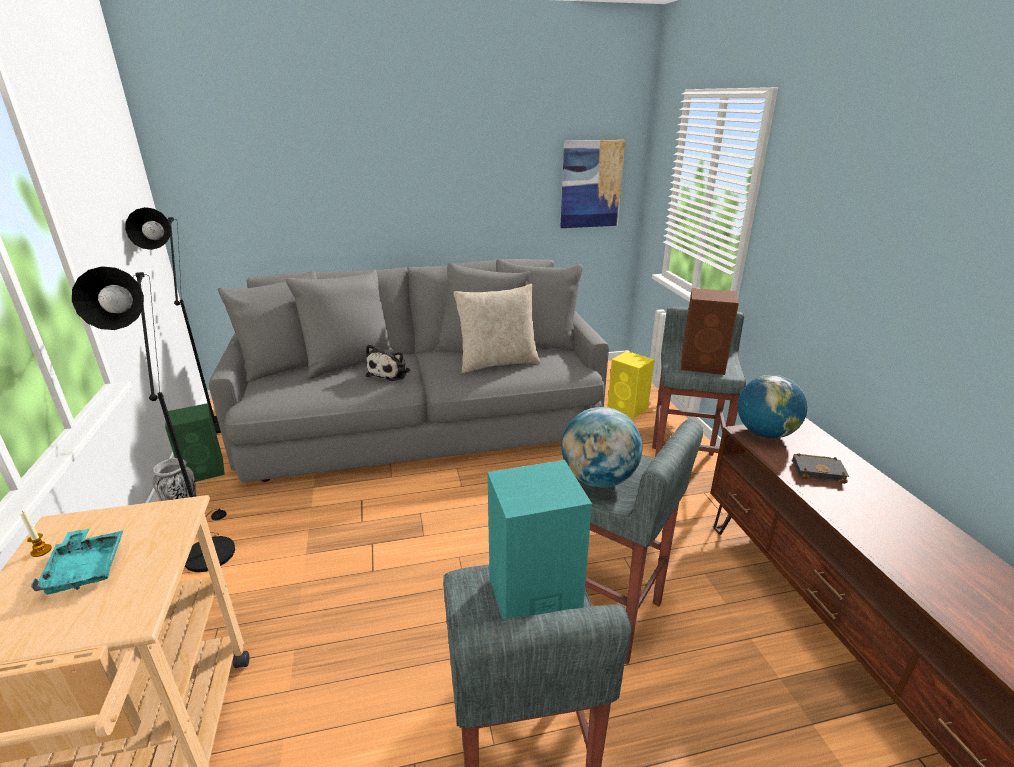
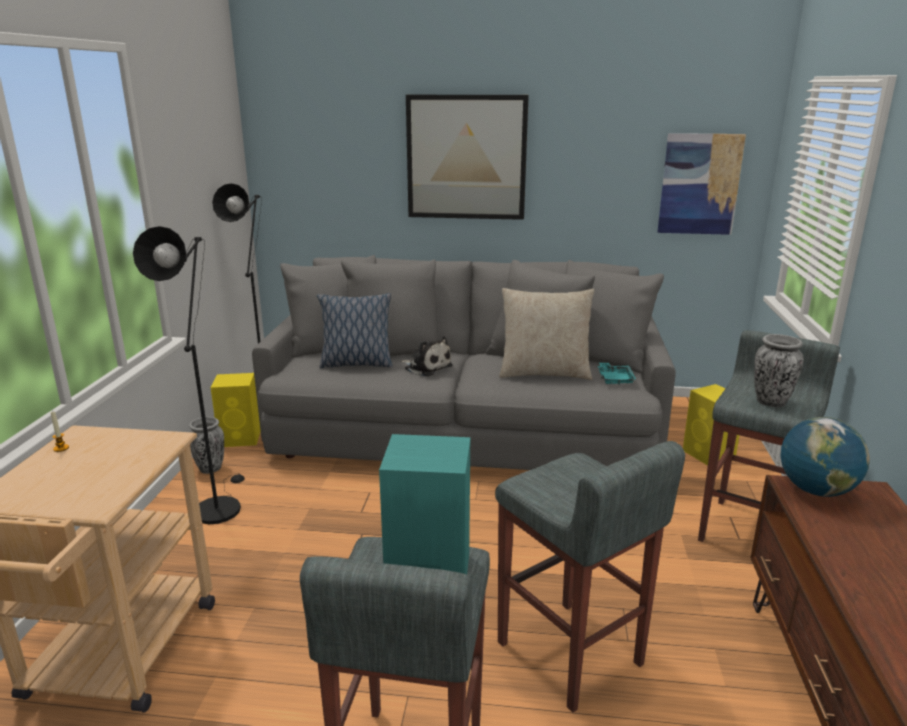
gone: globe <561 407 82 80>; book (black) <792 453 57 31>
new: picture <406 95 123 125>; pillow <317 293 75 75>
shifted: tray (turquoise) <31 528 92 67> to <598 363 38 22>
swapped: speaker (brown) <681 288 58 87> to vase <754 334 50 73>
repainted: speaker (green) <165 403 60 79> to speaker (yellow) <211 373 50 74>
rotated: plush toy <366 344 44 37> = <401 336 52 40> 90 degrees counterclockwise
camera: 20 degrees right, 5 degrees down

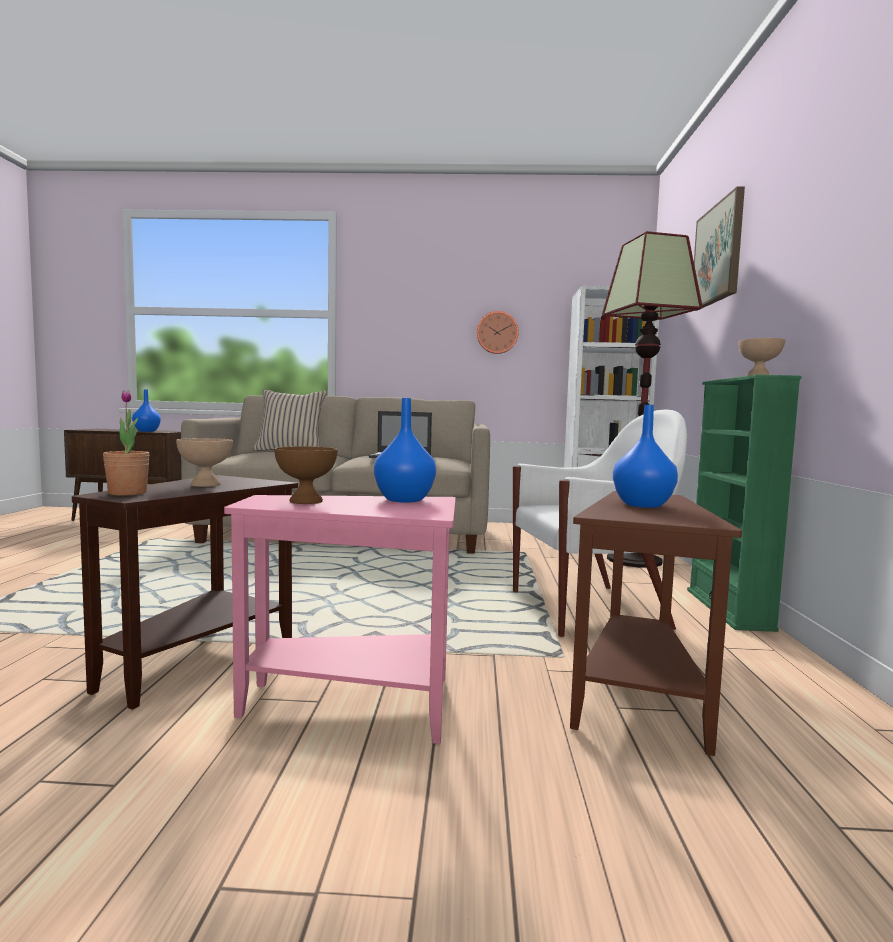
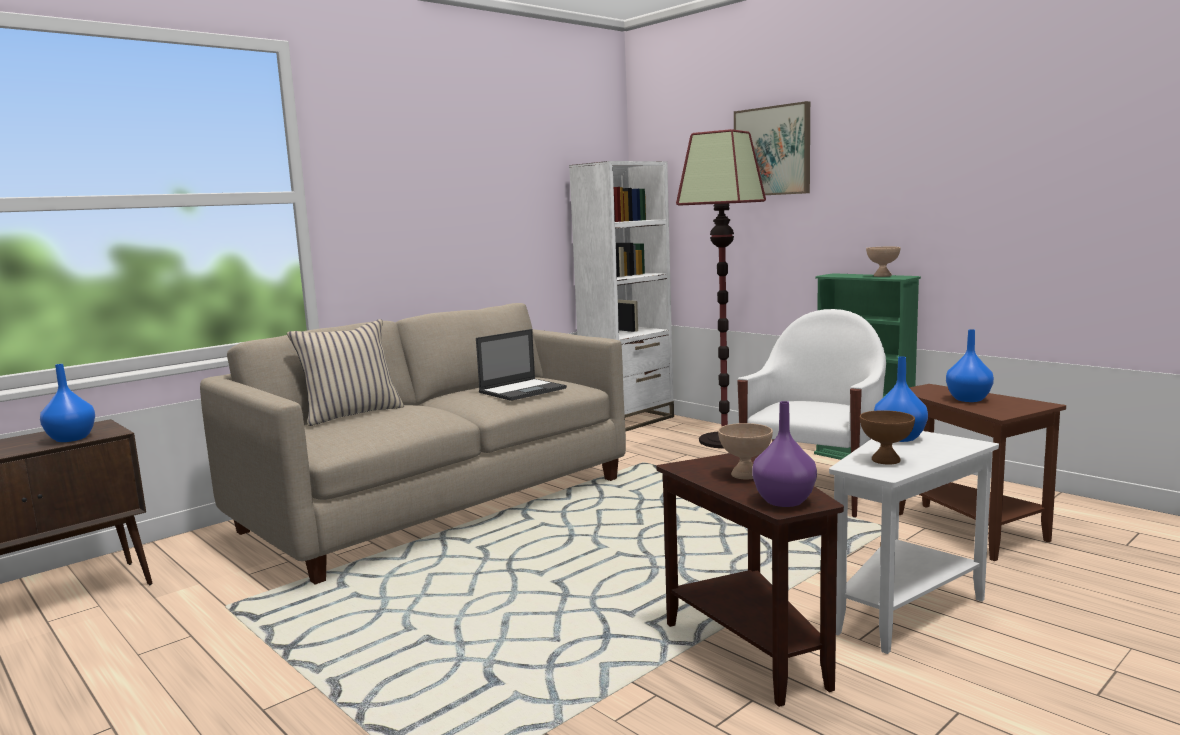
gone: wall clock <477 311 42 43>
swapped: potted plant <103 390 47 106> to vase (purple) <752 401 65 106>
repainted: side table (pink) <224 495 232 249> to side table (white) <829 431 170 223>
camera: 45 degrees left, 5 degrees up

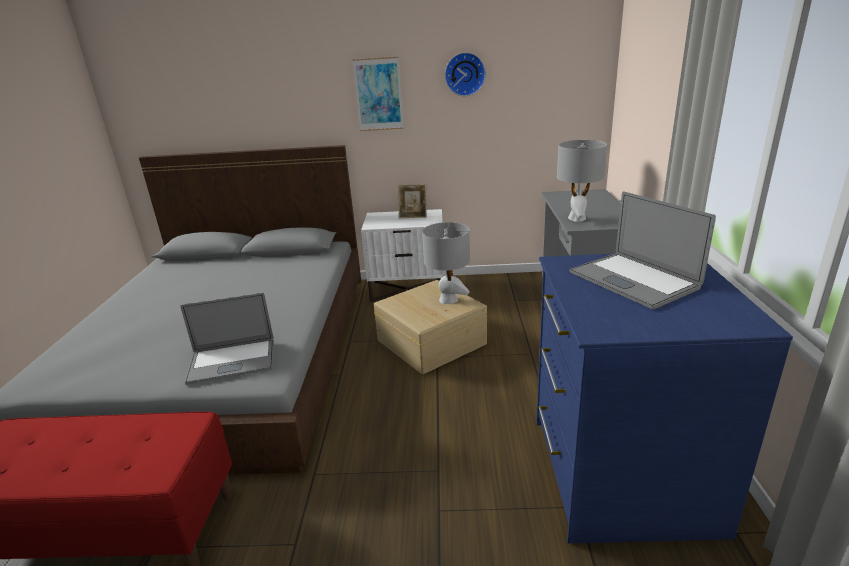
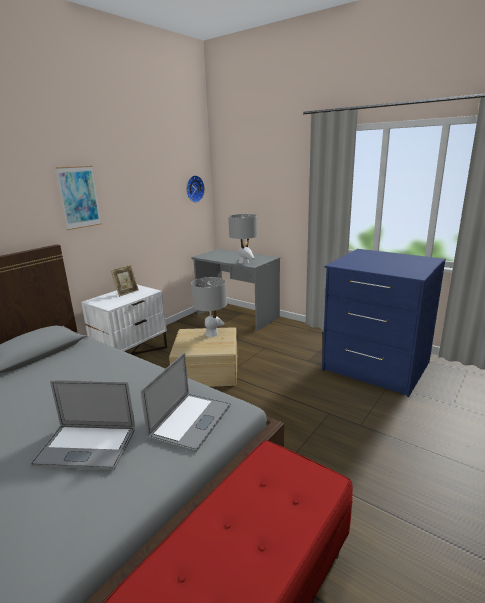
shifted: wall clock <445 52 41 44> to <186 175 19 28>; laptop <569 191 147 118> to <30 380 105 90>
camera: 55 degrees left, 5 degrees down

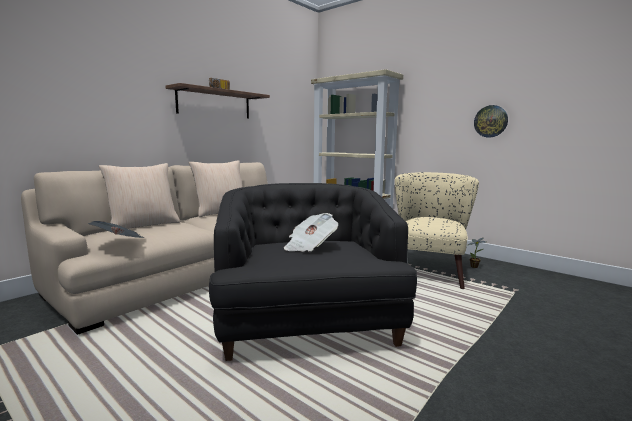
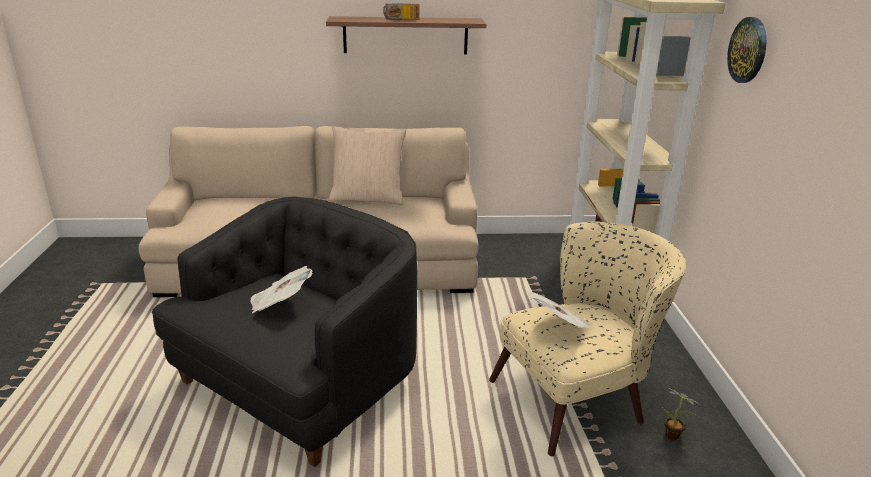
gone: pillow (beige) <99 163 81 66>
shifted: wall clock <474 105 34 32> to <727 17 39 66>; newspaper <88 221 56 17> to <528 292 66 37>
camera: 45 degrees right, 15 degrees up

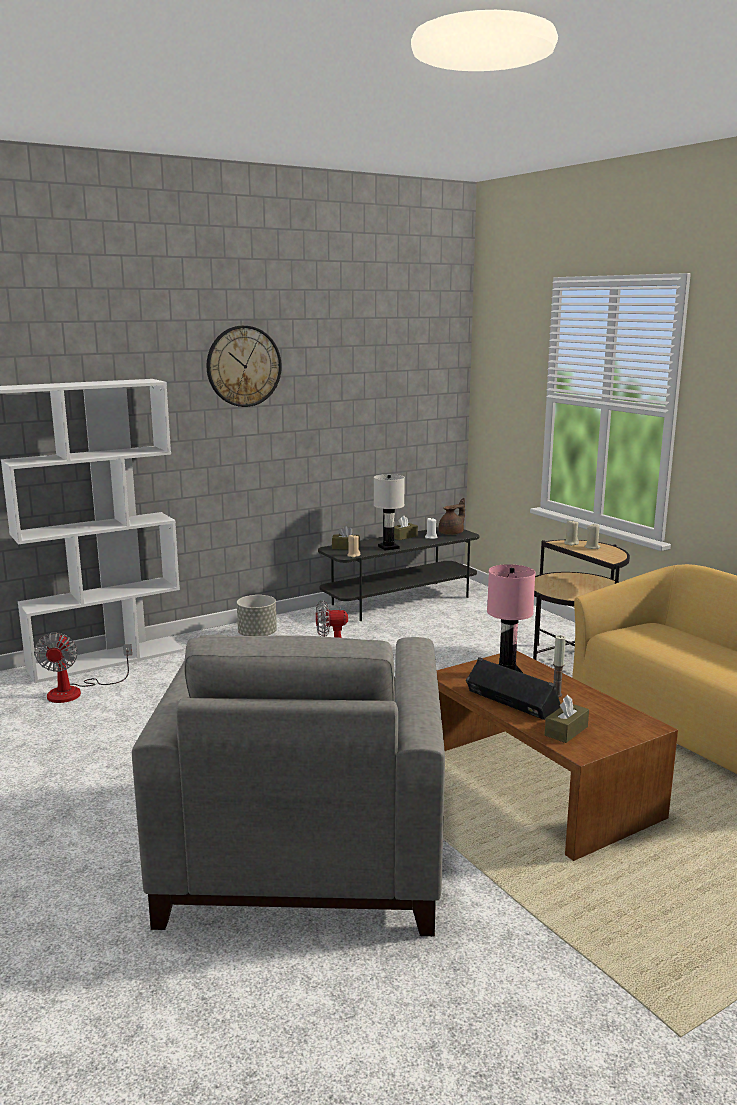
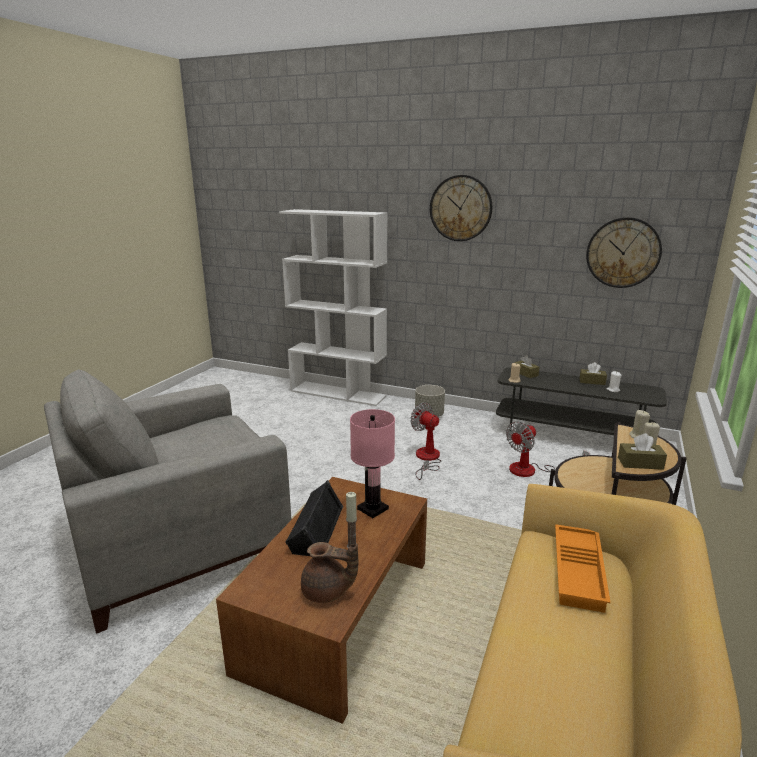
gone: table lamp (white) <374 474 31 77>
new: wall clock <586 217 76 71>; tray (orange) <555 524 55 89>
shifted: teapot (brown) <439 498 26 37> to <301 542 57 61>; fan <34 633 98 70> to <506 421 83 56>; tissue box (brown) <545 695 44 48> to <618 433 49 37>
camera: 55 degrees right, 5 degrees up

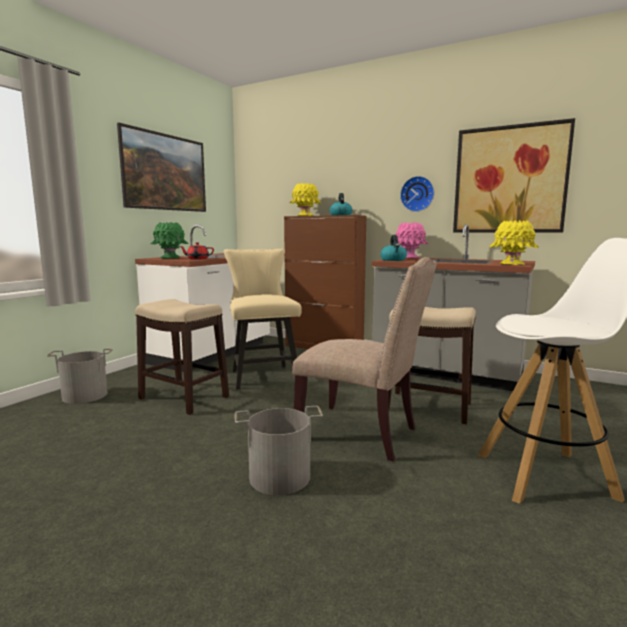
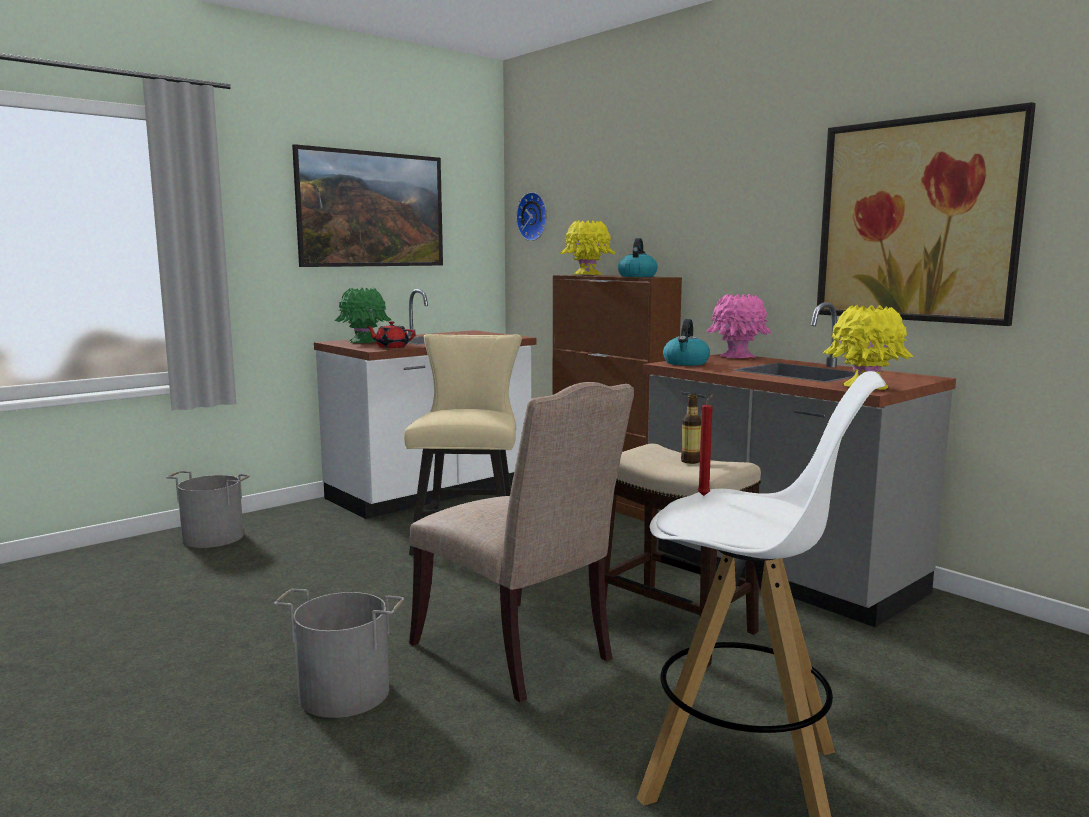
gone: stool <135 299 94 116>
new: bottle <681 393 20 71>; candle (red) <698 394 16 102>
shifted: wall clock <400 176 34 36> to <516 192 31 49>
camera: 20 degrees right, 0 degrees up

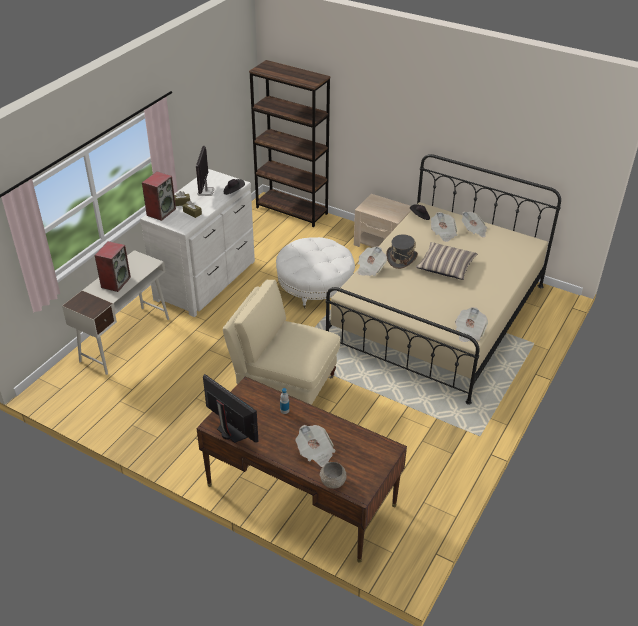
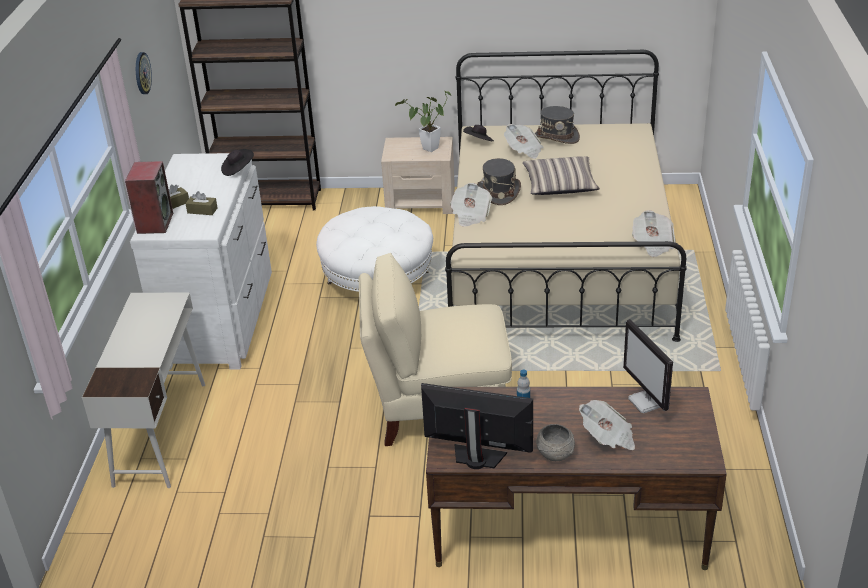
gone: speaker <94 241 37 51>
new: wall clock <136 52 16 42>; potted plant <395 91 56 61>
shifted: monitor <196 146 18 50> to <623 319 50 94>; bowl (grey) <320 462 26 27> to <536 424 39 37>
swapped: newspaper <462 212 26 26> to hat (grey) <535 106 45 38>
camera: 25 degrees left, 5 degrees down

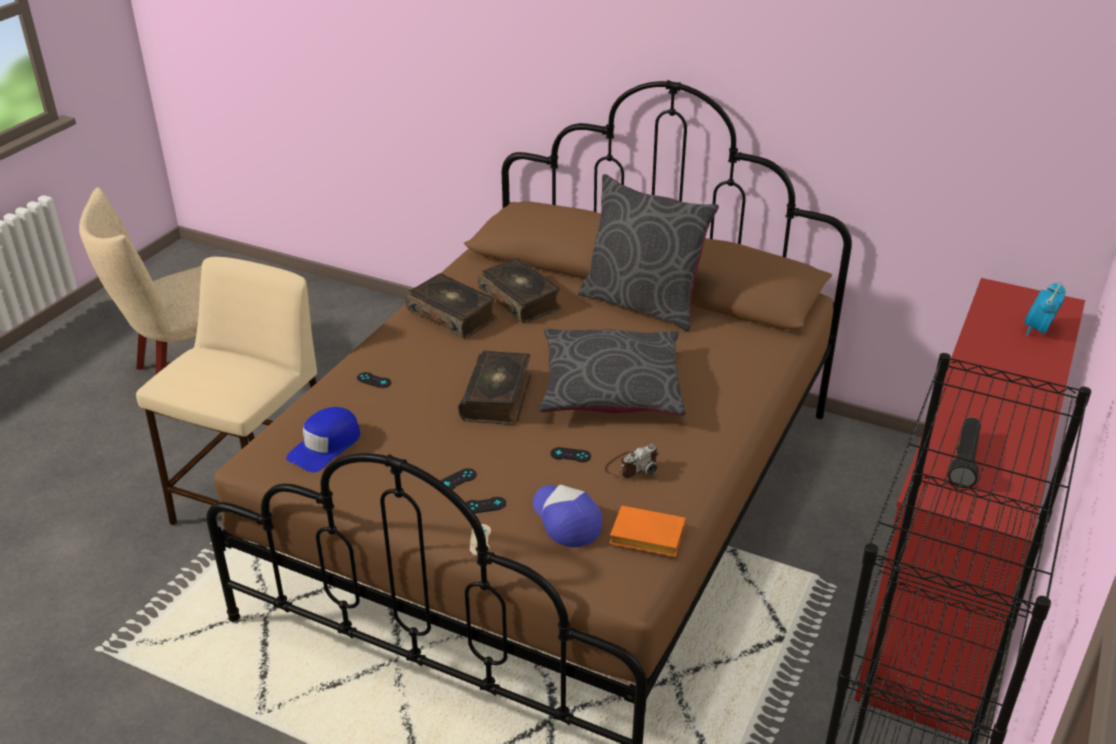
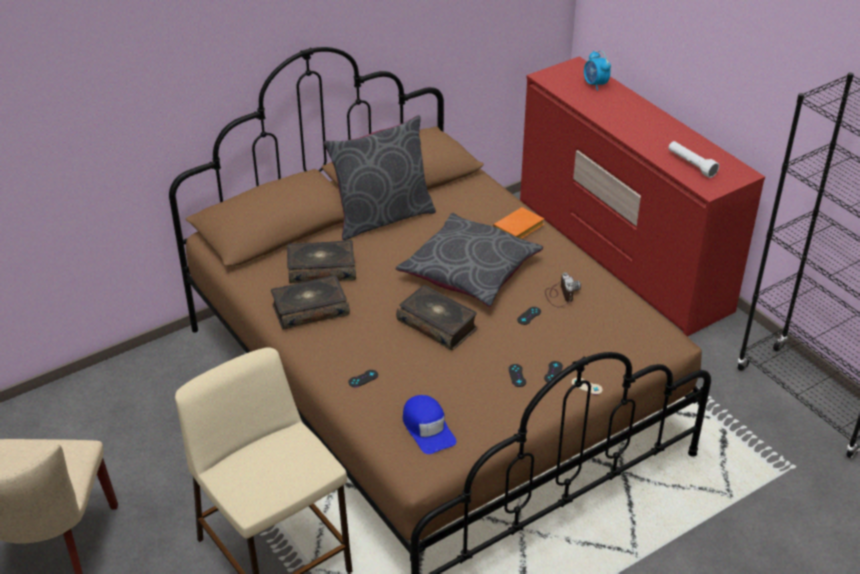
gone: cap <533 485 69 62>
shifted: book (orange) <610 506 76 51> to <493 207 51 32>
repainted: flashlight (black) <948 417 33 71> to flashlight (white) <669 141 50 37>
camera: 60 degrees left, 5 degrees up

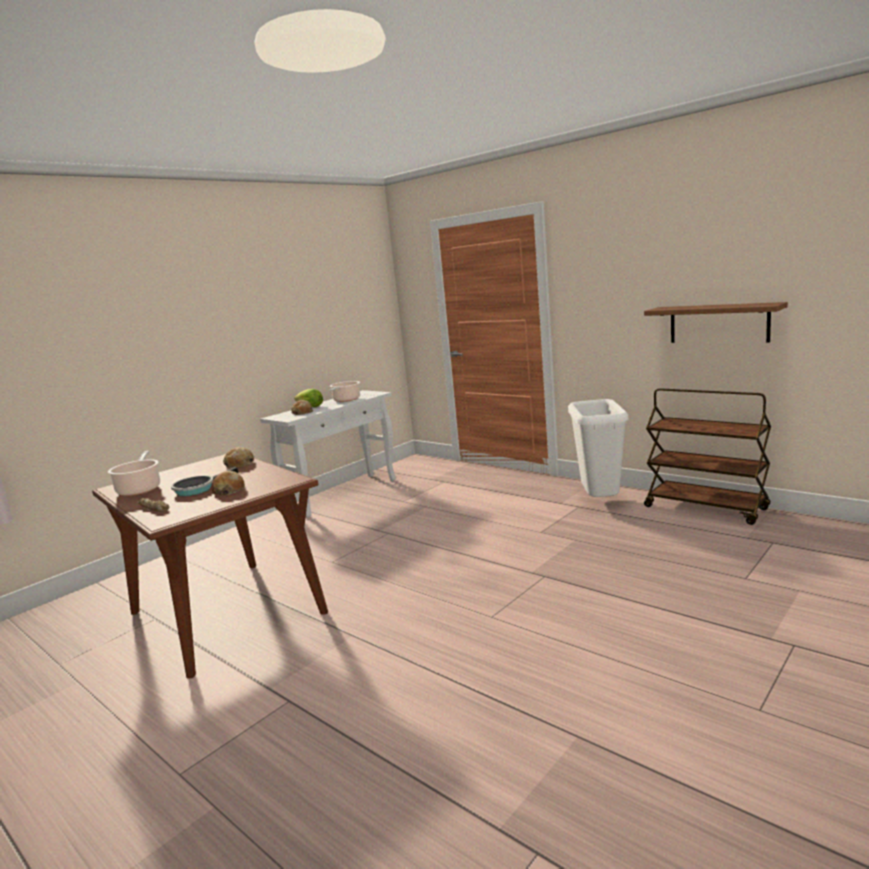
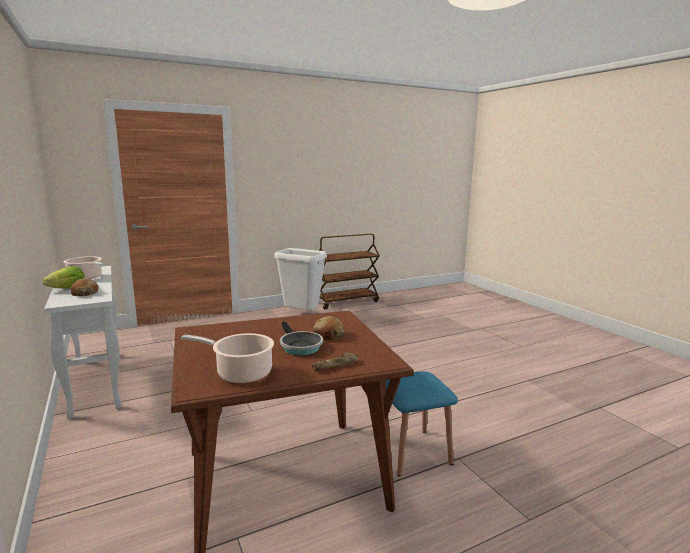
gone: shelf (brown) <644 302 144 41>; bread <223 447 31 21>
new: stool (blue) <386 371 72 106>
camera: 70 degrees left, 0 degrees up

